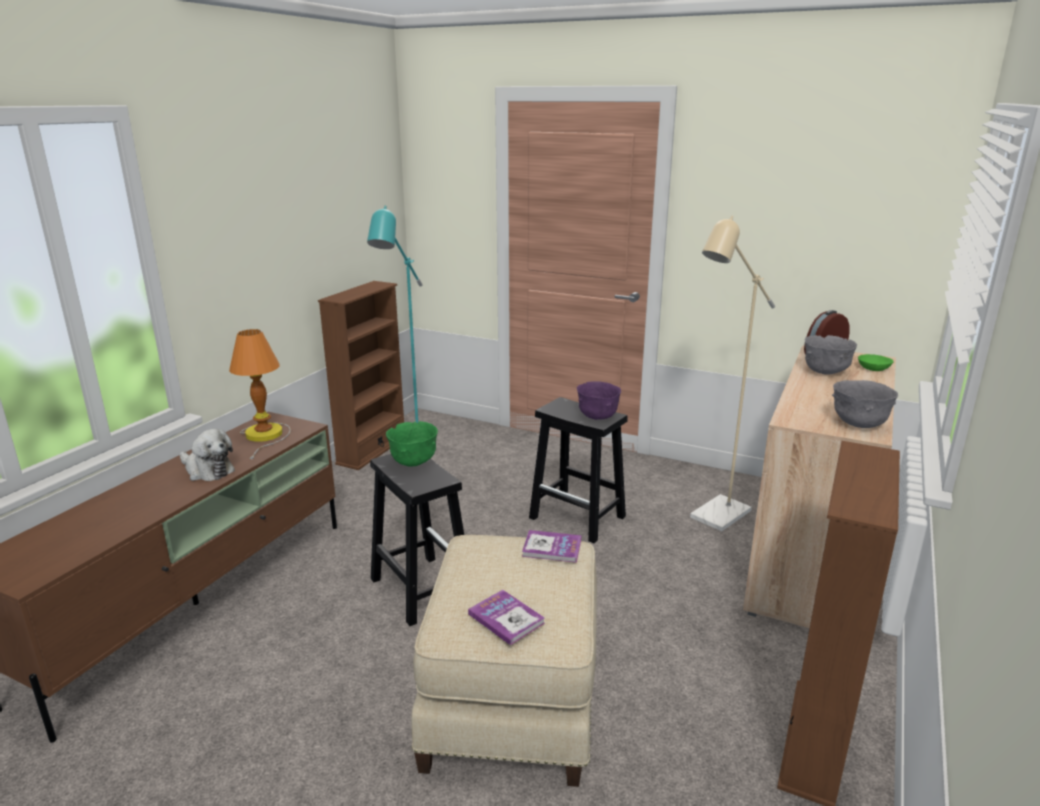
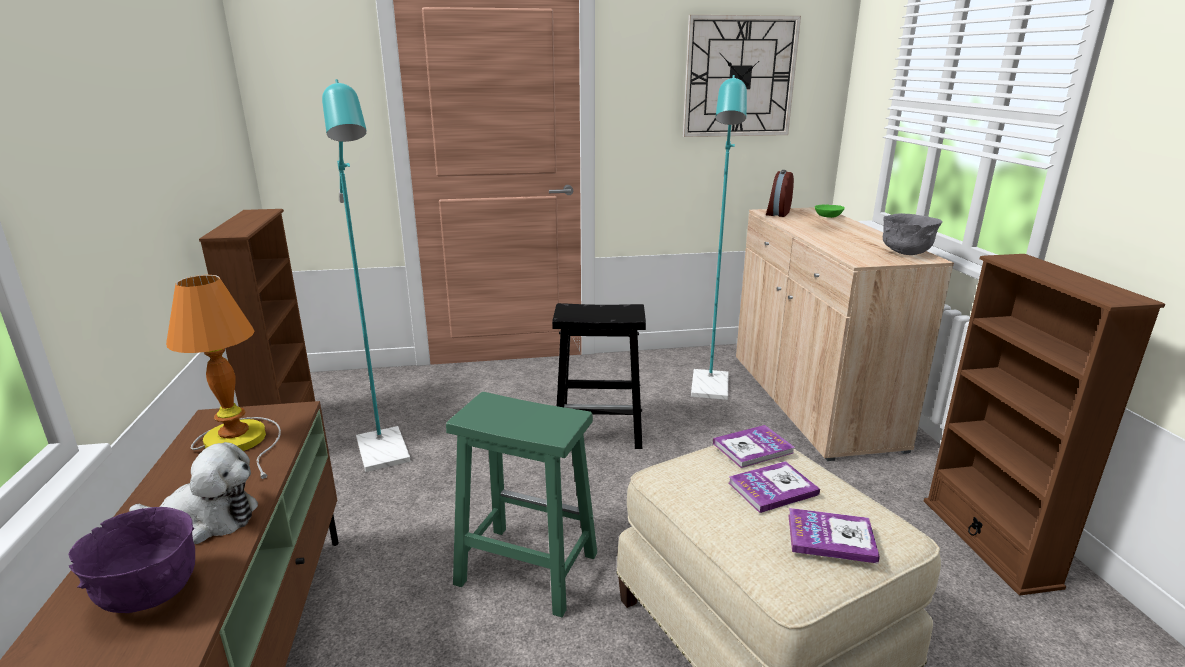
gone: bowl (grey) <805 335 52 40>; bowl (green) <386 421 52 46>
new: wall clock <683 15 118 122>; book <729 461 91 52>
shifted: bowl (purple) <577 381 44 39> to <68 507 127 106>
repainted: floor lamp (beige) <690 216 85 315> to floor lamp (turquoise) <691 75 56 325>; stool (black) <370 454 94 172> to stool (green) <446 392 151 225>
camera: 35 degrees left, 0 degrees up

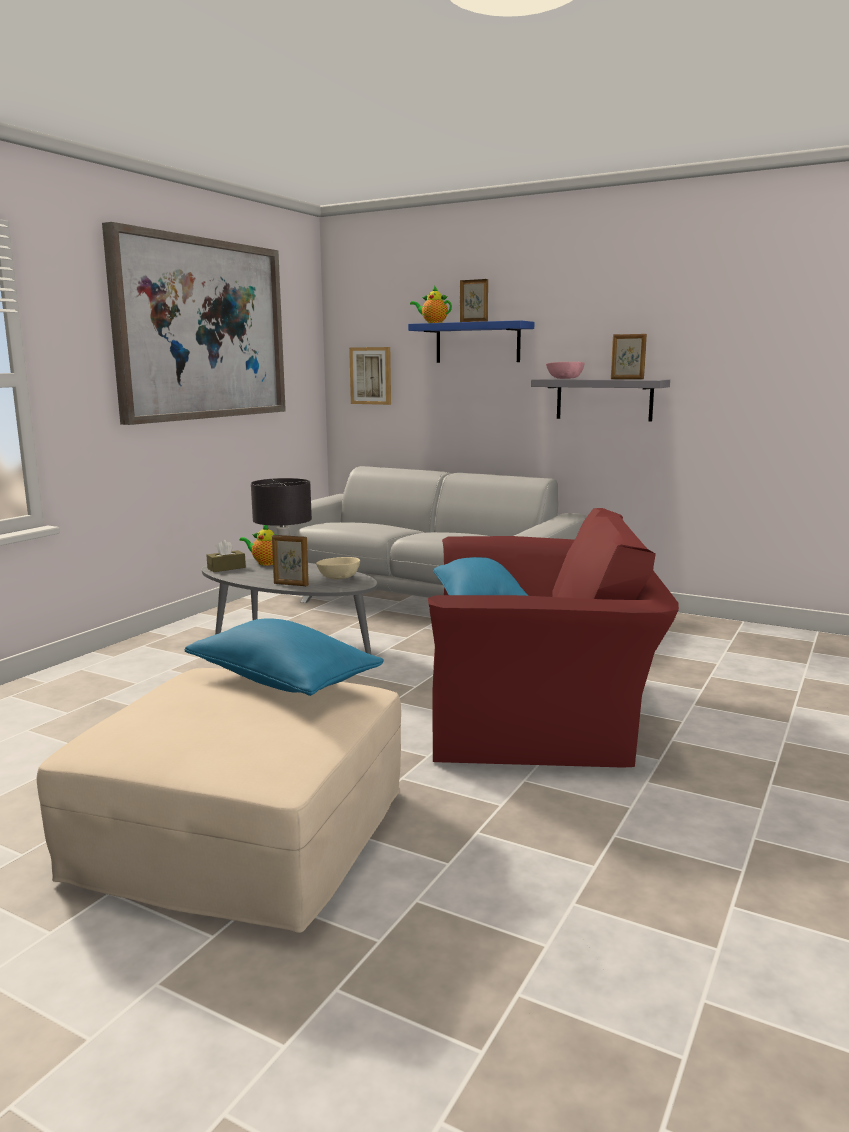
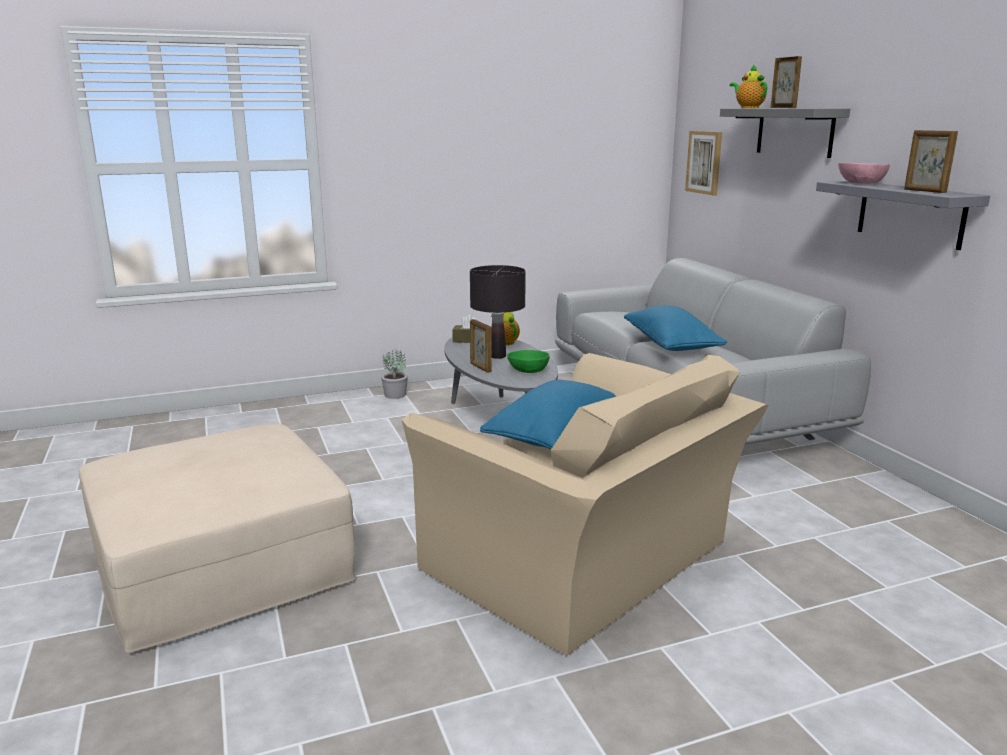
gone: picture <102 222 184 203>
new: potted plant <381 349 27 50>
shifted: pillow (blue) <185 618 199 78> to <624 306 103 45>
repainted: shelf (blue) <408 320 126 43> to shelf (grey) <720 109 130 49>; armchair (red) <428 508 251 260> to armchair (beige) <402 353 366 303>; bowl (beige) <316 557 44 22> to bowl (green) <507 350 43 23>
camera: 40 degrees right, 5 degrees up

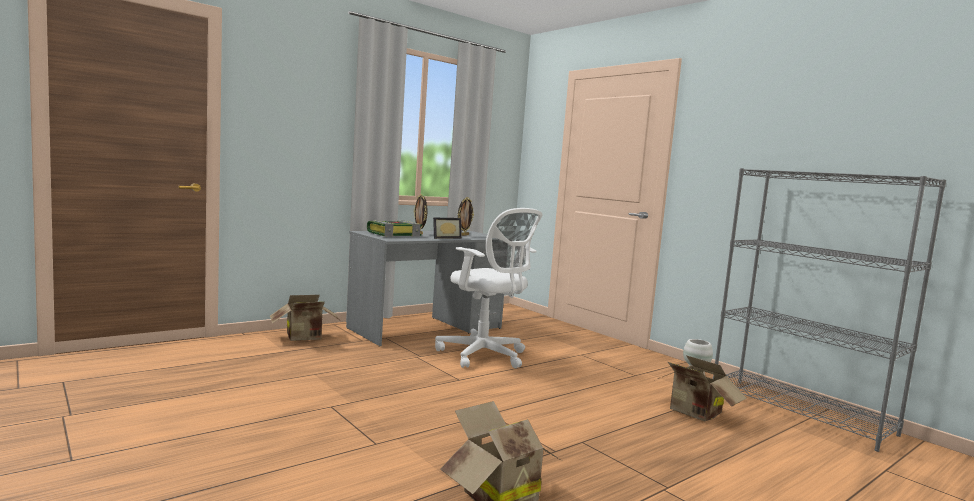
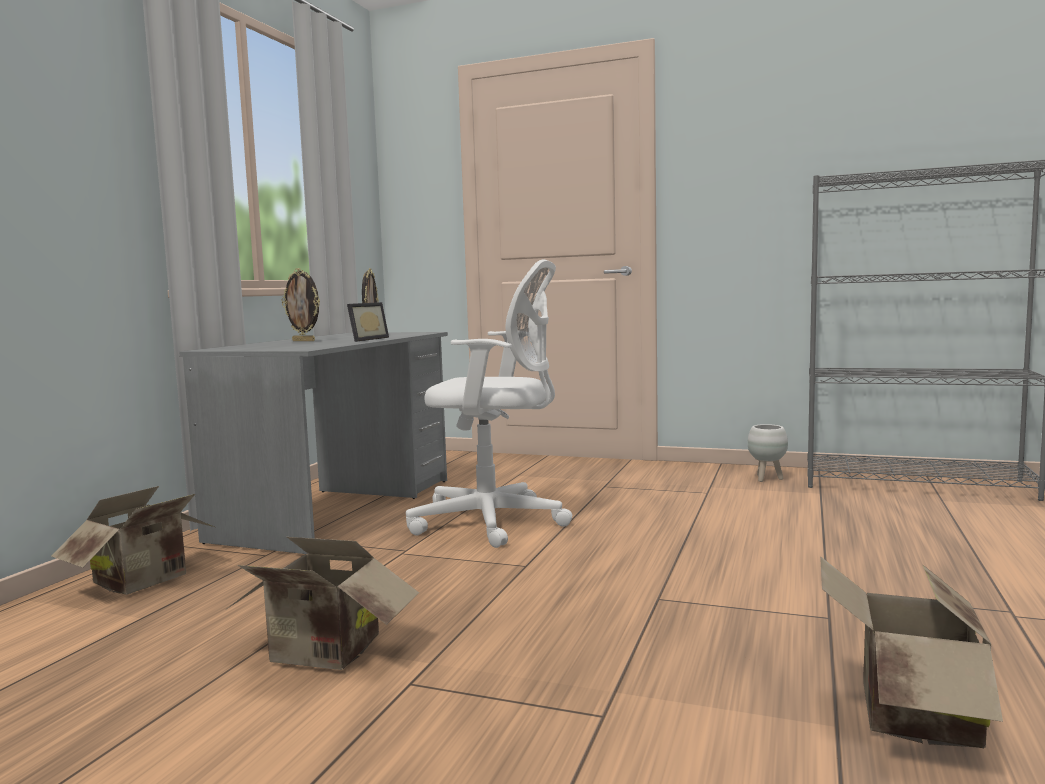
gone: book <367 220 55 17>
shifted: cardboard box <658 355 89 67> to <225 537 194 133>
camera: 30 degrees left, 0 degrees up

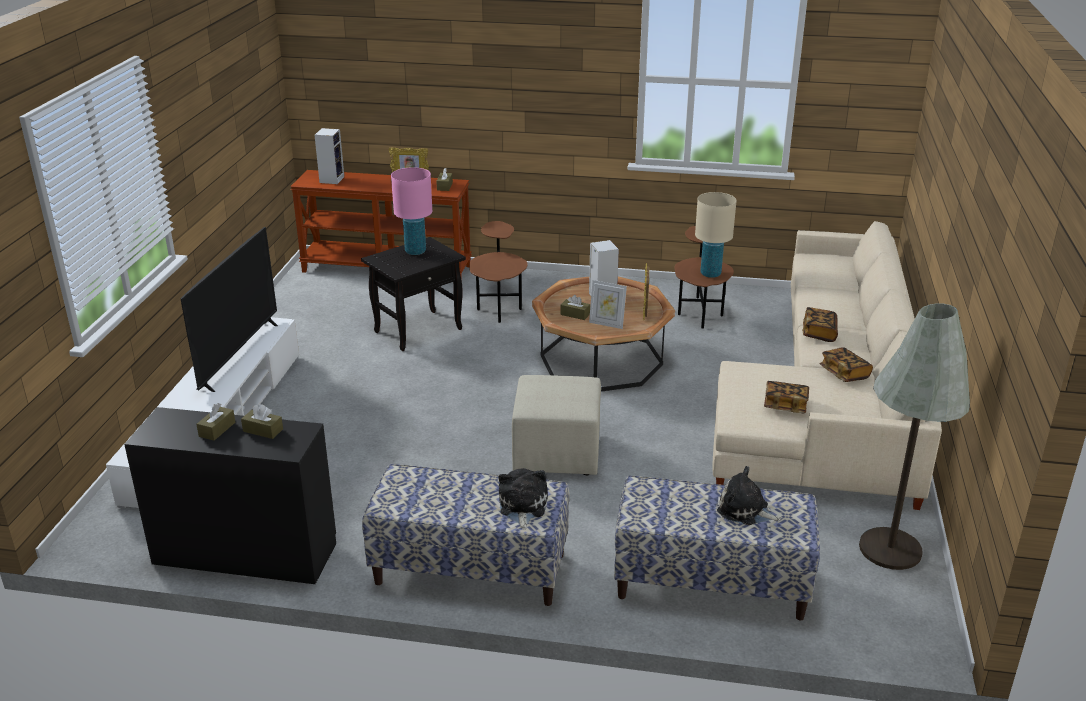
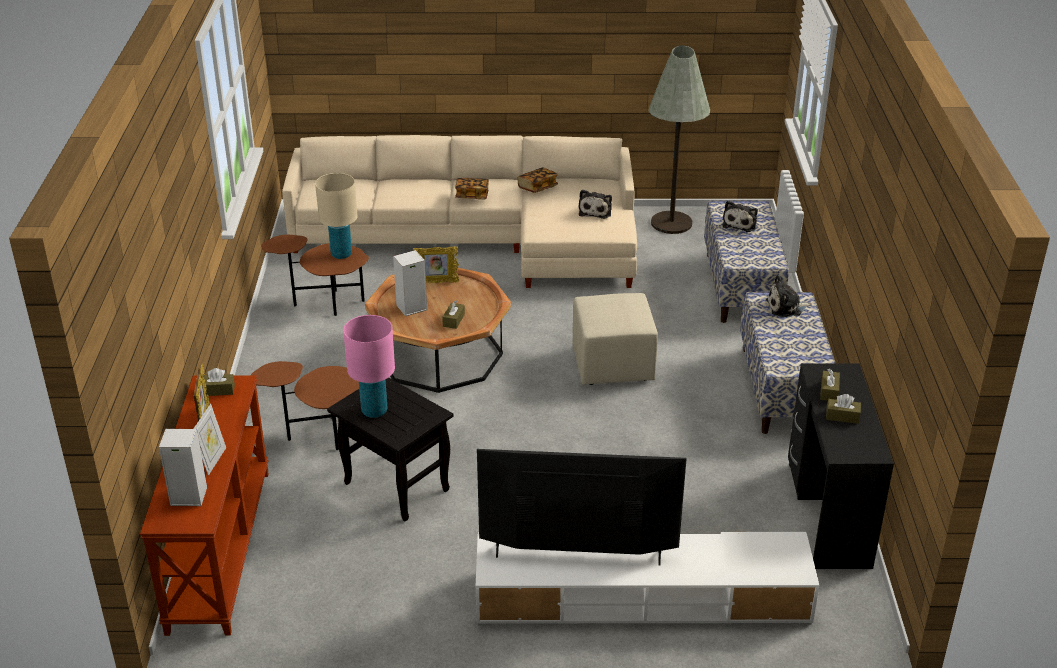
shifted: picture frame <589 280 38 49> to <194 404 32 71>
swapped: book <764 381 45 32> to plush toy <579 190 33 29>
camera: 100 degrees left, 5 degrees up

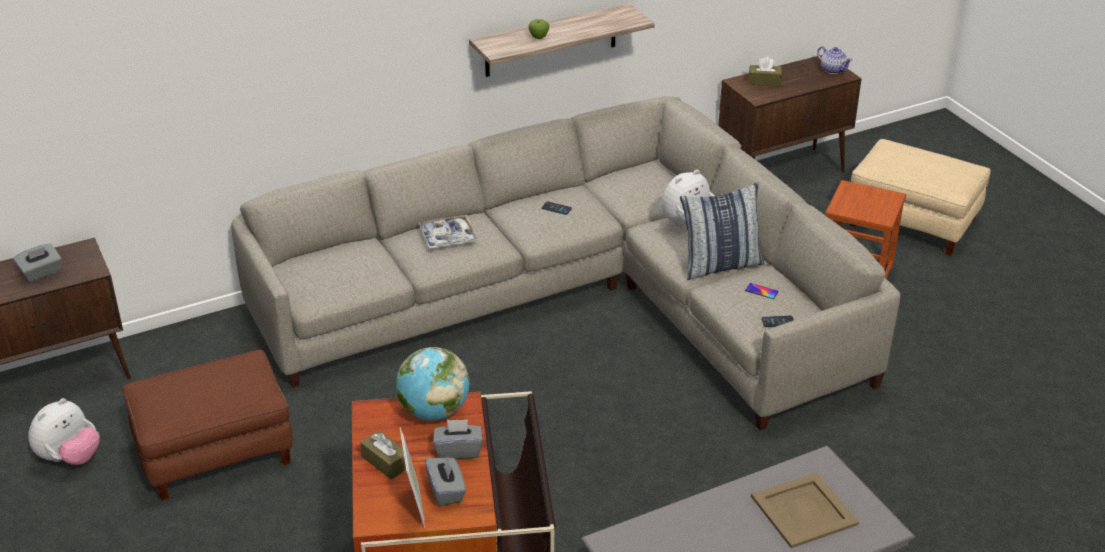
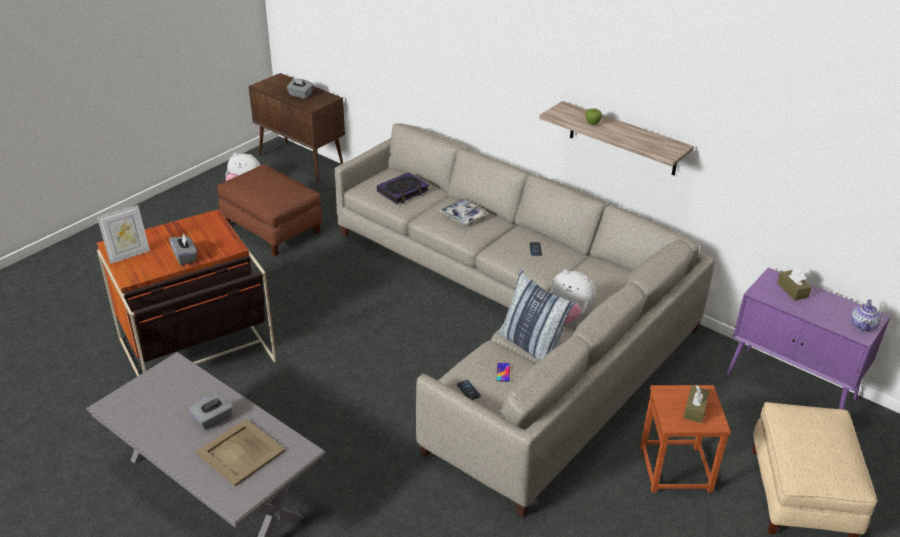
gone: globe <396 347 73 73>
new: book <377 172 52 32>
shifted: tissue box (brown) <360 431 46 49> to <684 385 26 38>; tissue box (grey) <425 457 41 50> to <190 392 43 38>
repainted: cabinet (brown) <718 55 144 118> to cabinet (purple) <726 268 165 142>
camera: 65 degrees right, 0 degrees up

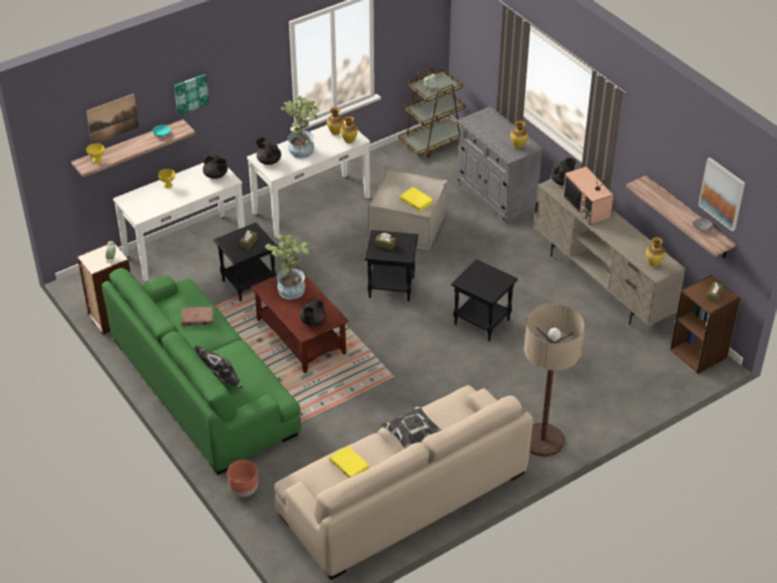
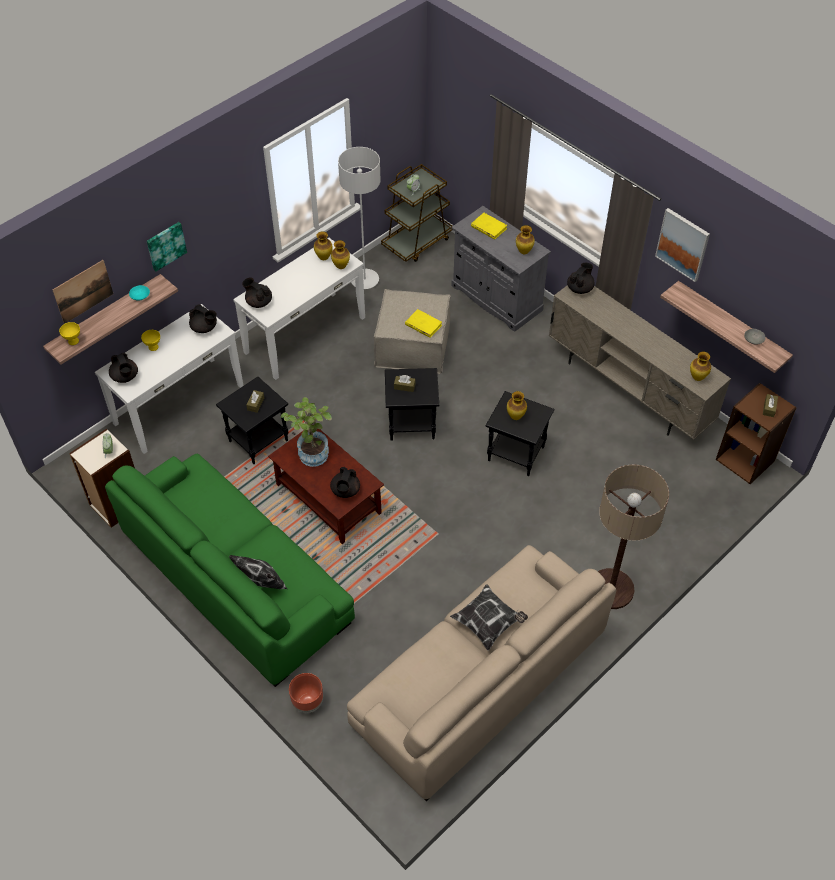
gone: potted plant <281 95 38 64>; television <563 164 51 61>; book (brown) <182 306 32 20>
new: floor lamp (grey) <338 147 43 142>; teapot (black) <109 353 29 30>; vase <507 391 20 29>
shifted: picture <698 158 47 73> to <655 208 55 74>; book (yellow) <329 446 40 32> to <471 213 36 27>
camera: 10 degrees left, 10 degrees up

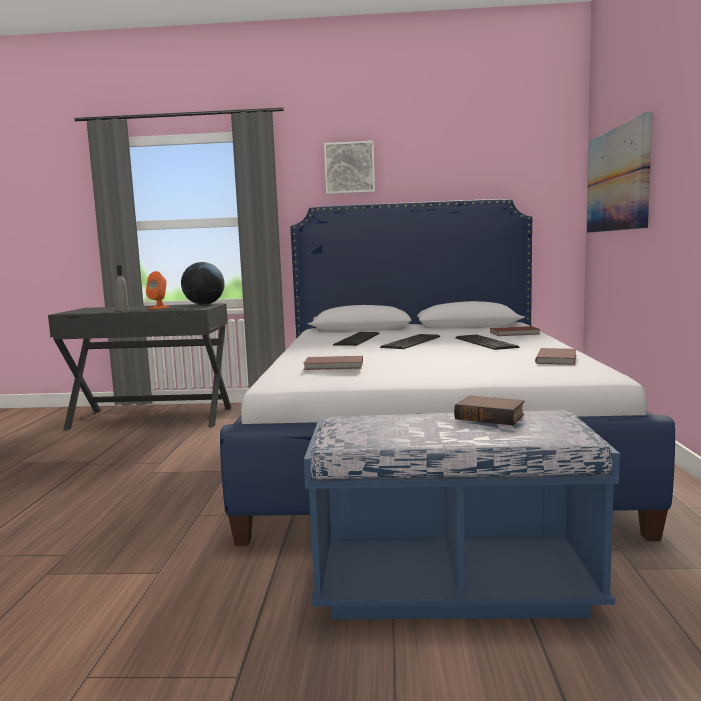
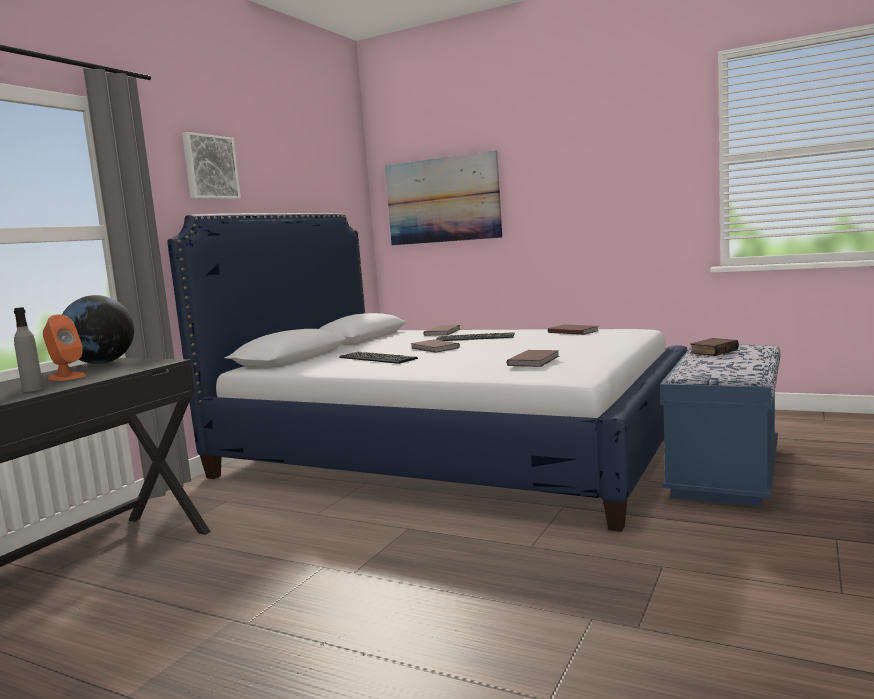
swapped: keyboard <380 334 60 15> to book (brown) <410 339 50 14>
camera: 65 degrees left, 0 degrees up

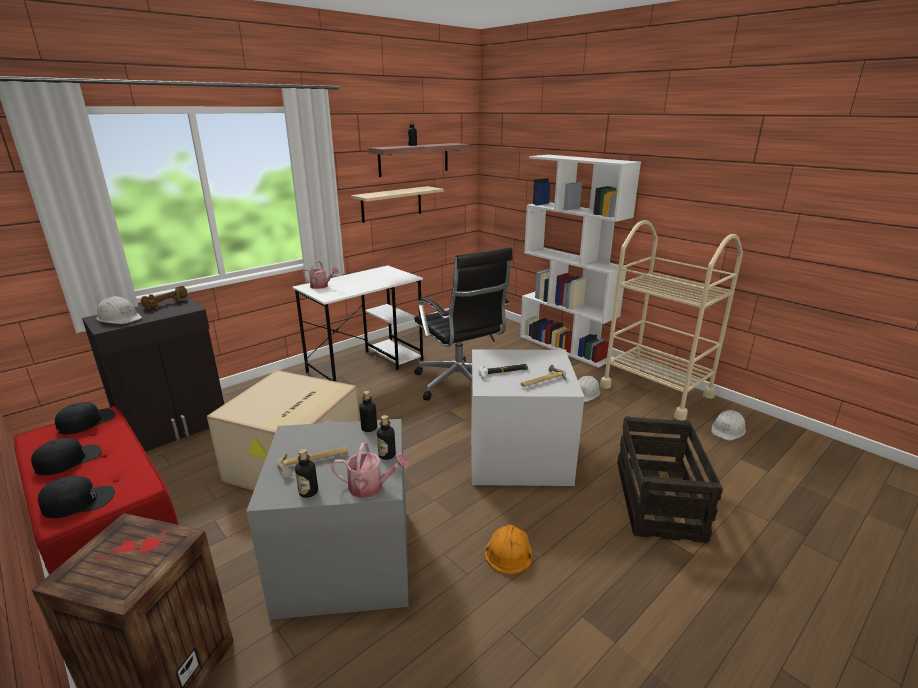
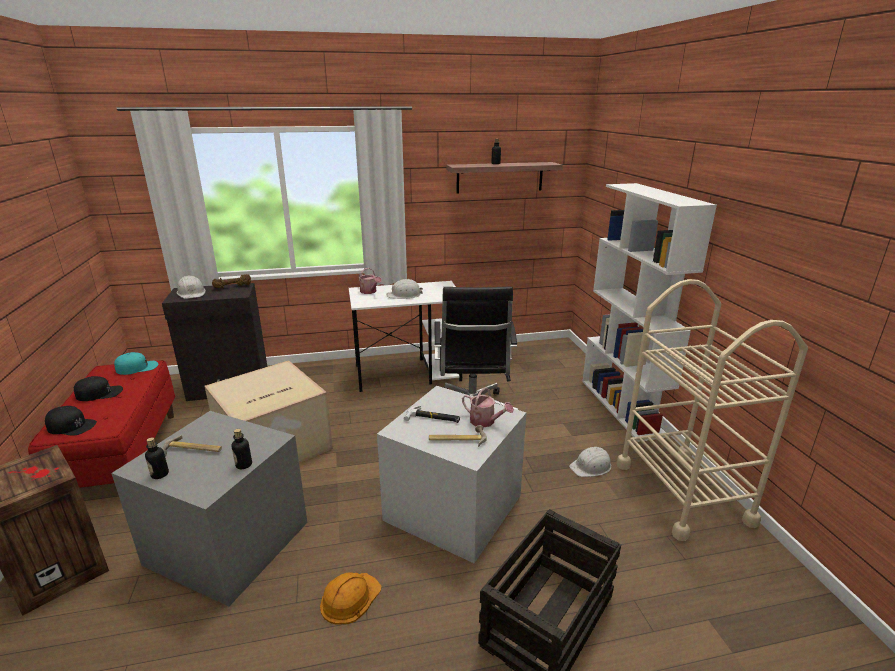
gone: shelf (beige) <351 186 93 37>; bottle <359 391 18 41>
shifted: hard hat (white) <711 410 35 31> to <386 279 37 20>; watering can <331 443 78 55> to <462 387 52 41>
repainted: cap (black) <55 402 60 33> to cap (turquoise) <114 352 44 23>
camera: 30 degrees right, 0 degrees up

